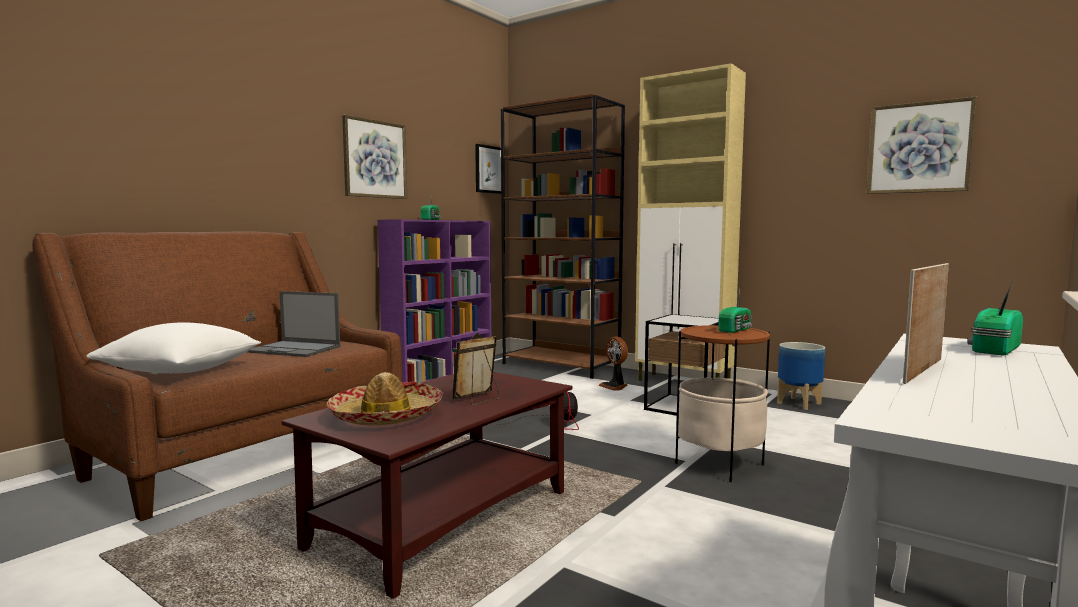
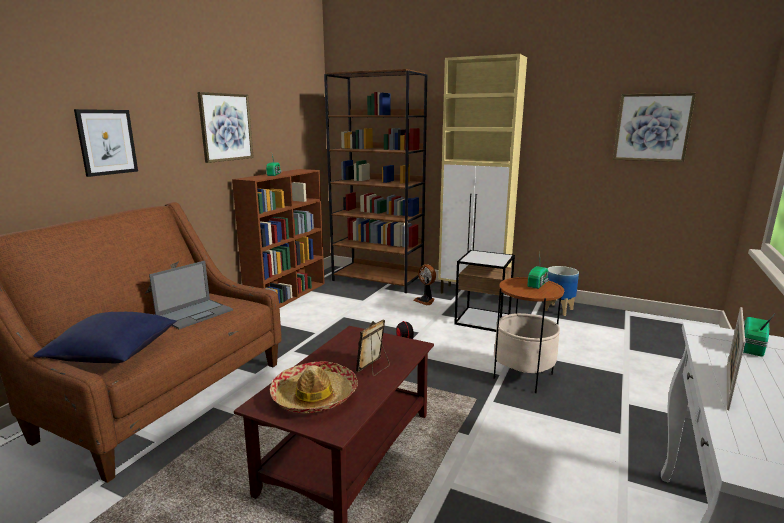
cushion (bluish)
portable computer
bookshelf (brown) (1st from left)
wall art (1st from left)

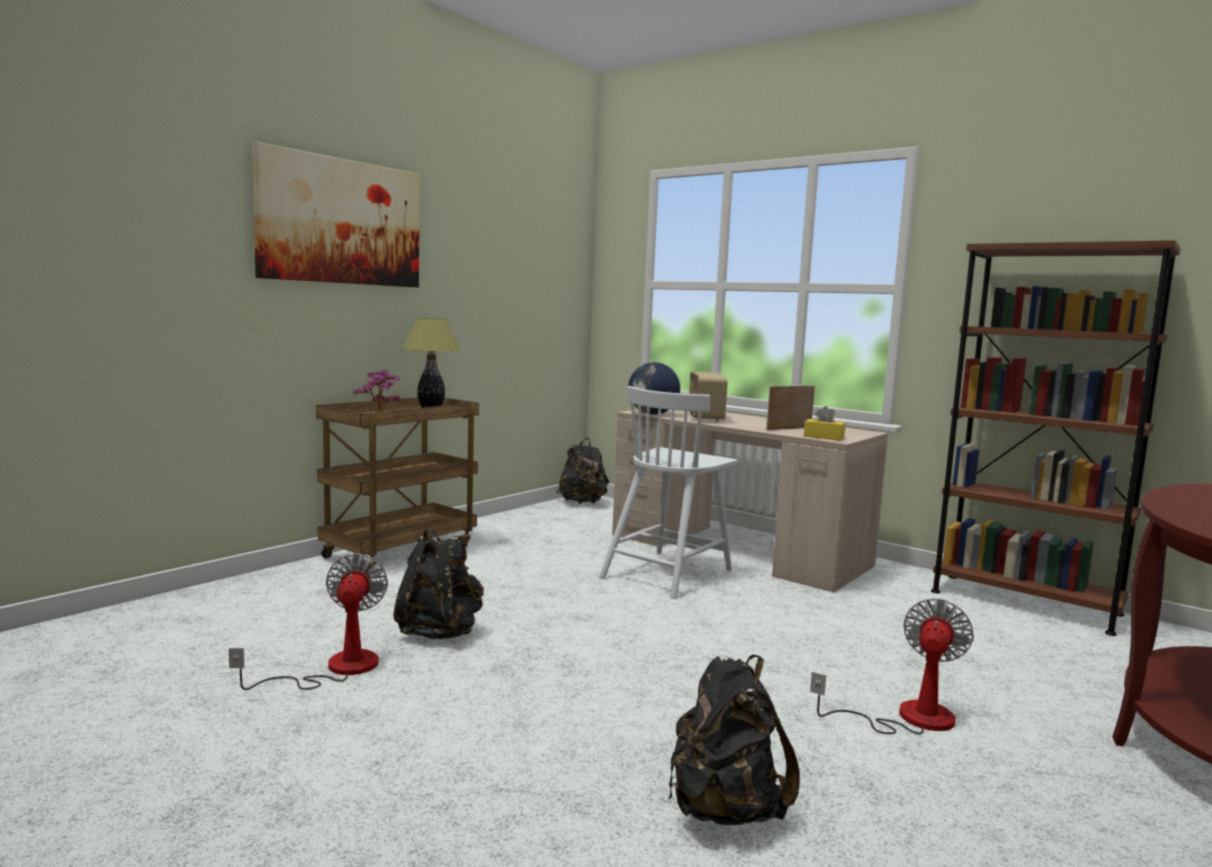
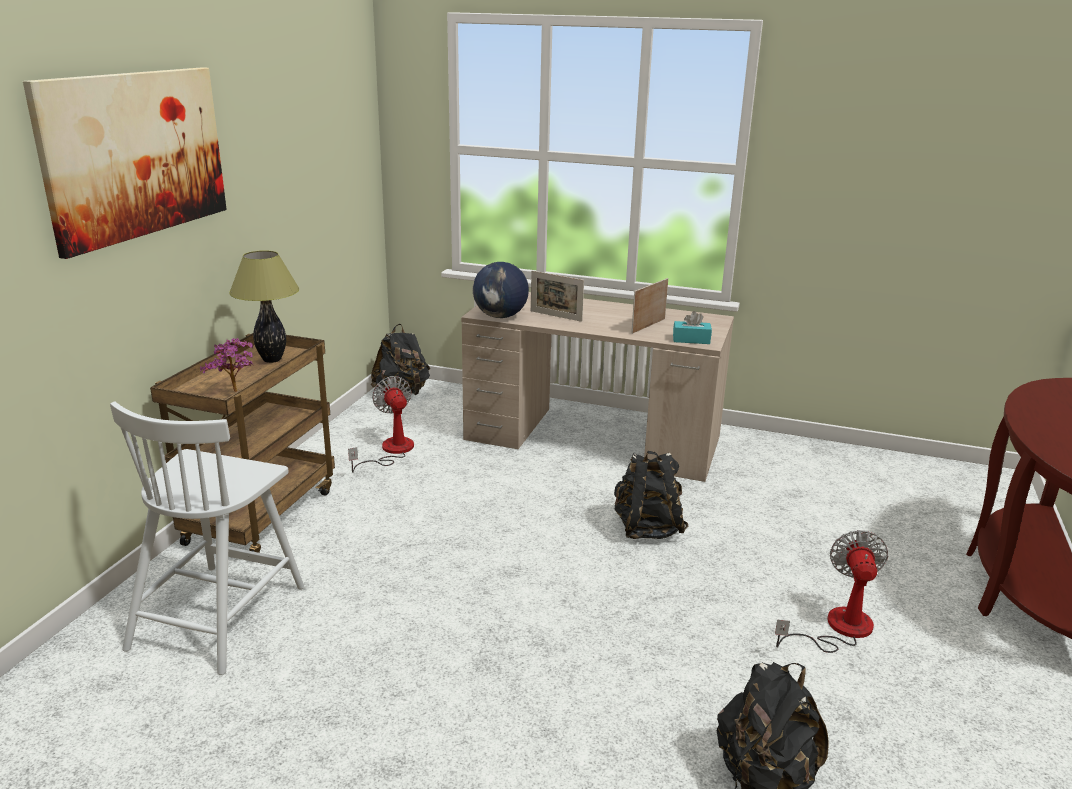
fan (1st from left)
rucksack (blackish) (2nd from left)
chair (white-coloured)
standing frame (1st from left)
box of tissues (turquoise-coloured)
bookshelf (brown)

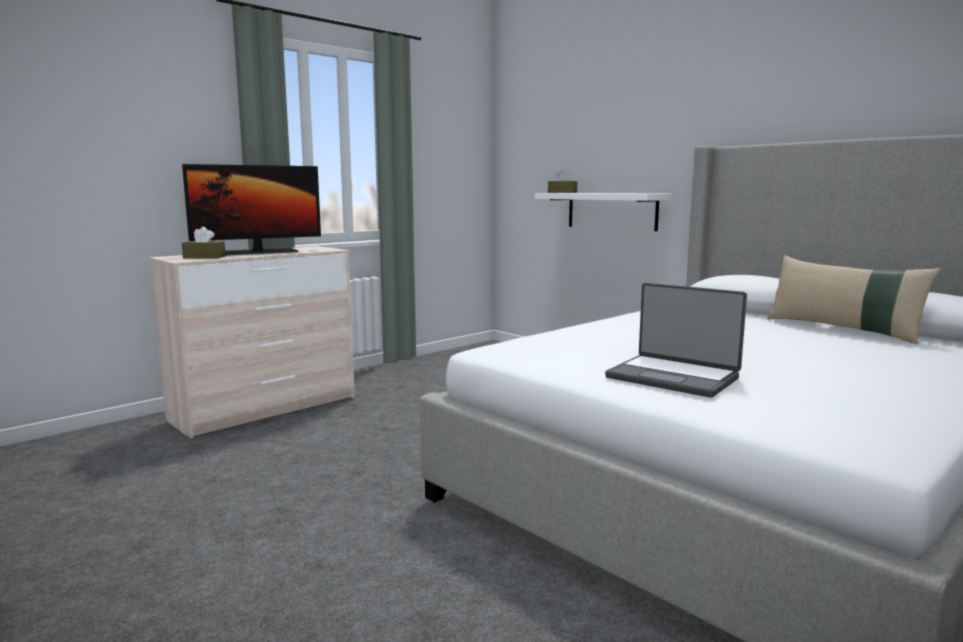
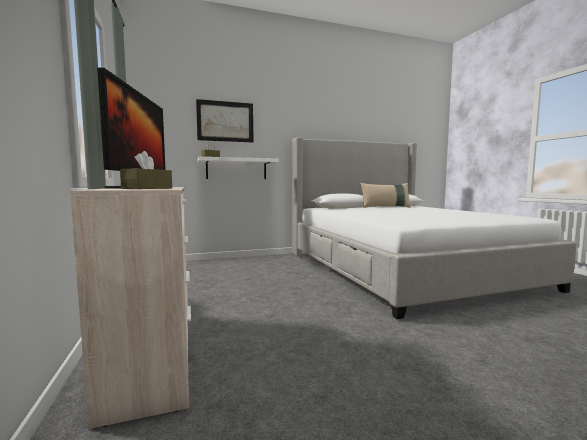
portable computer
wall art

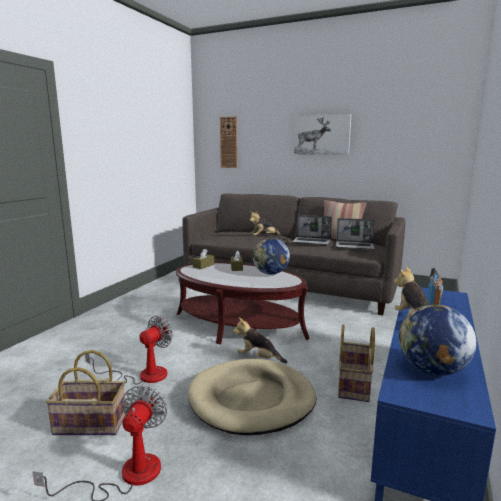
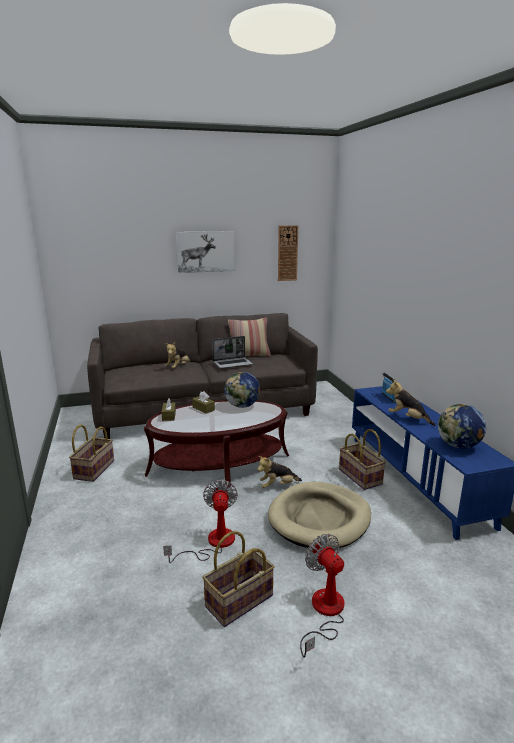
hanging clock
portable computer (2nd from left in the first image)
basket (1st from left)

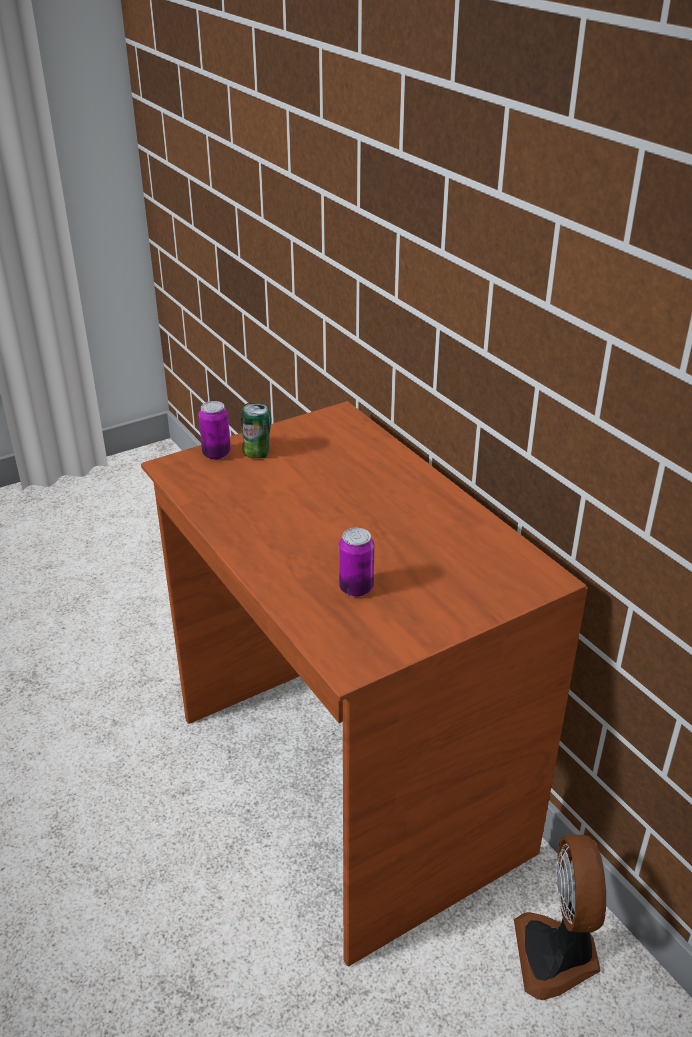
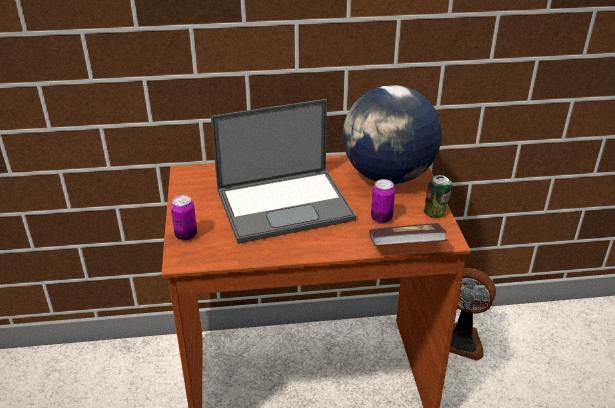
sealed can (3rd from left)
portable computer
world globe
volume

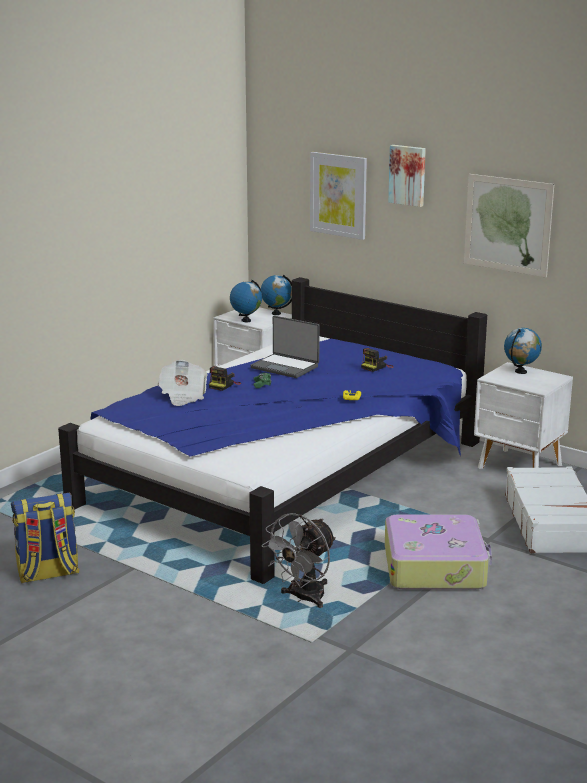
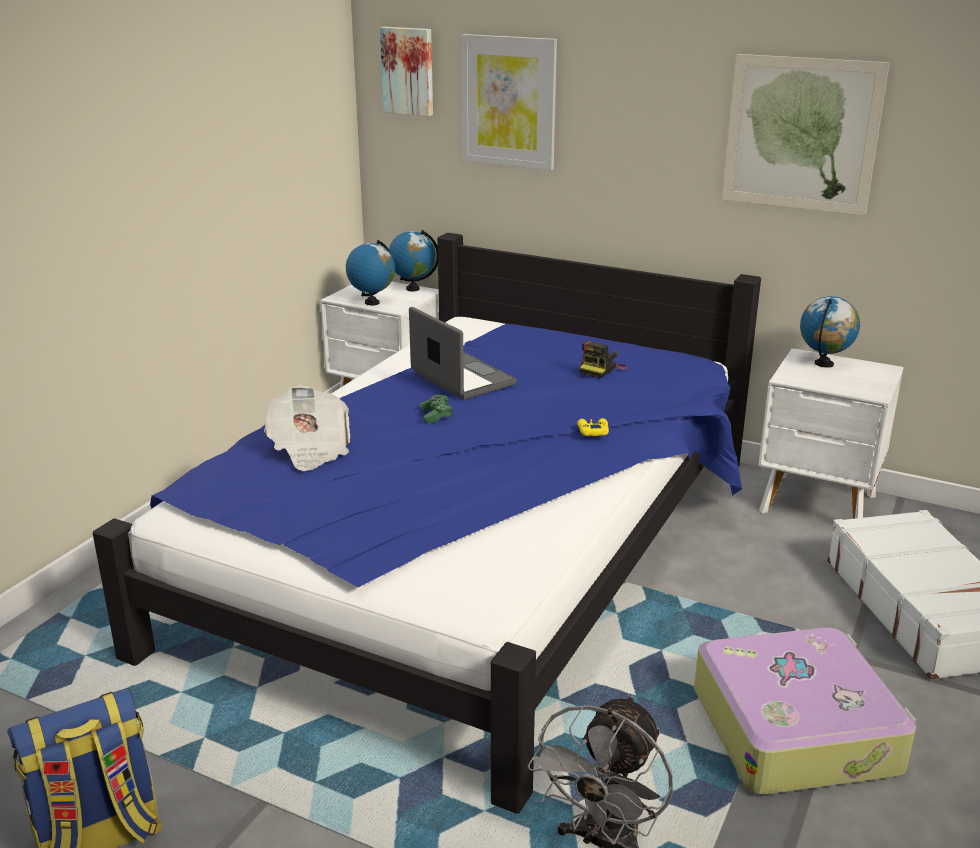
still camera (1st from left in the first image)
portable computer
wall art (1st from left)

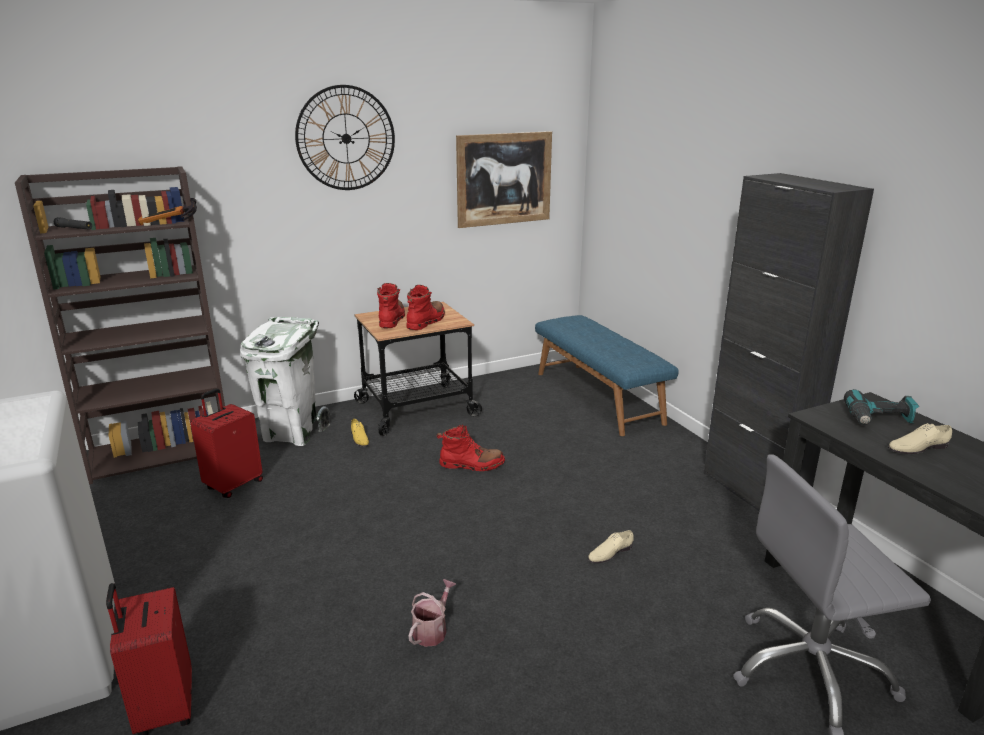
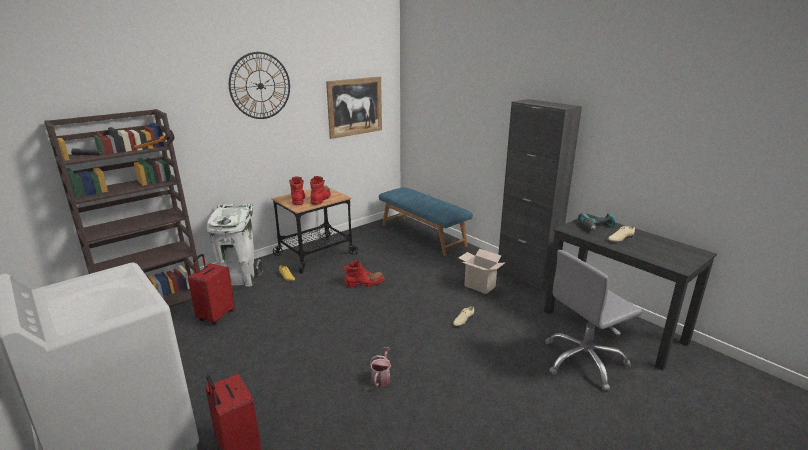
cardboard box

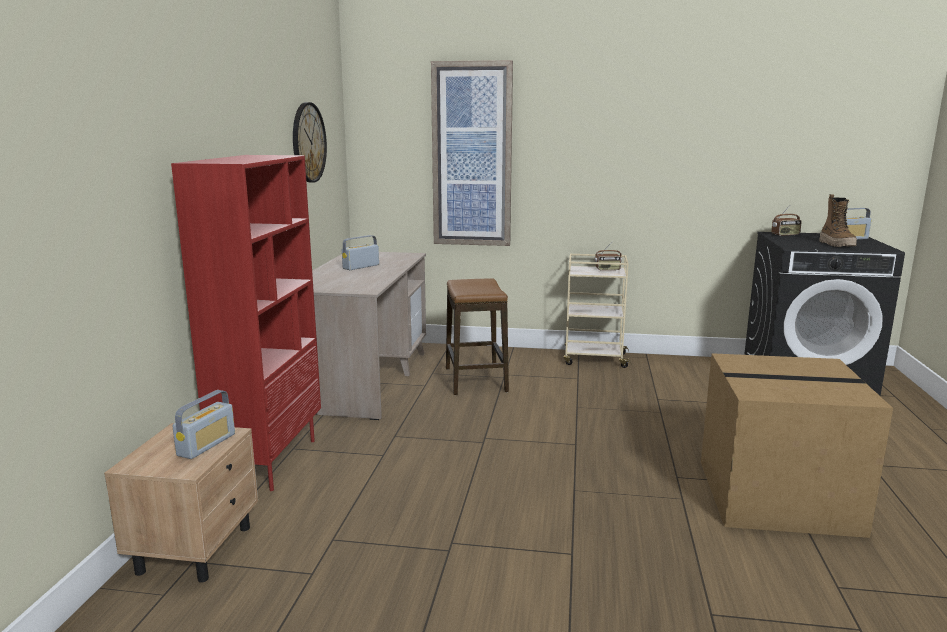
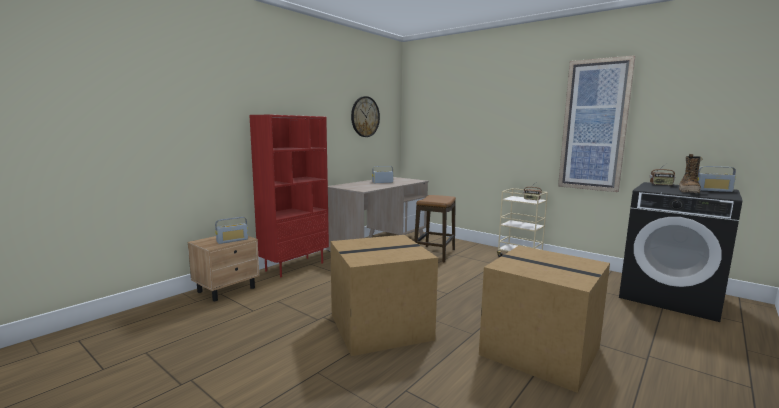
wall art
cardboard box (1st from left)

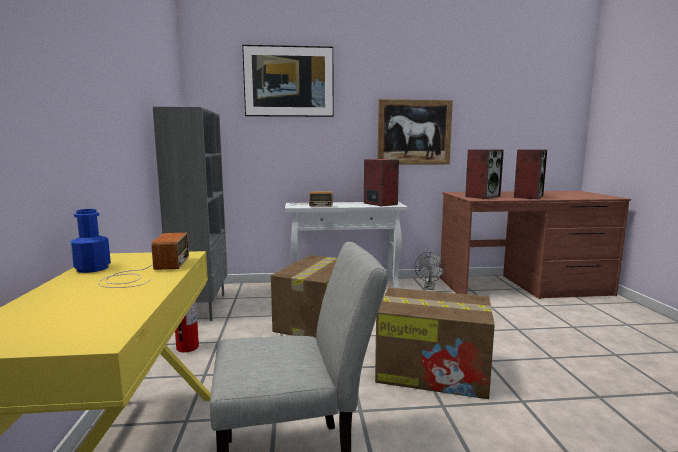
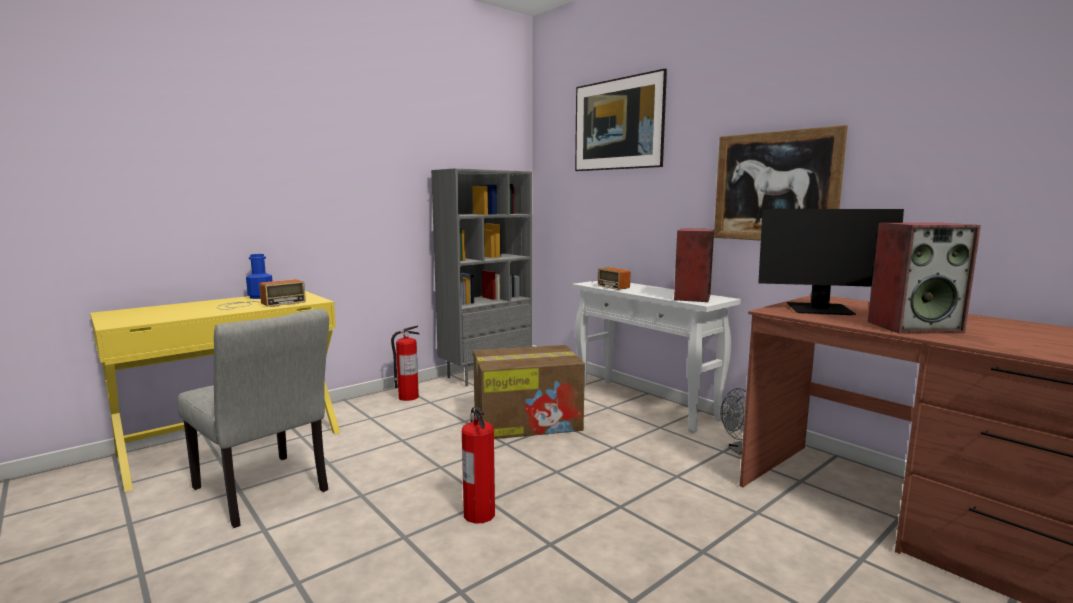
fire-fighting cylinder (2nd from left)
monitor

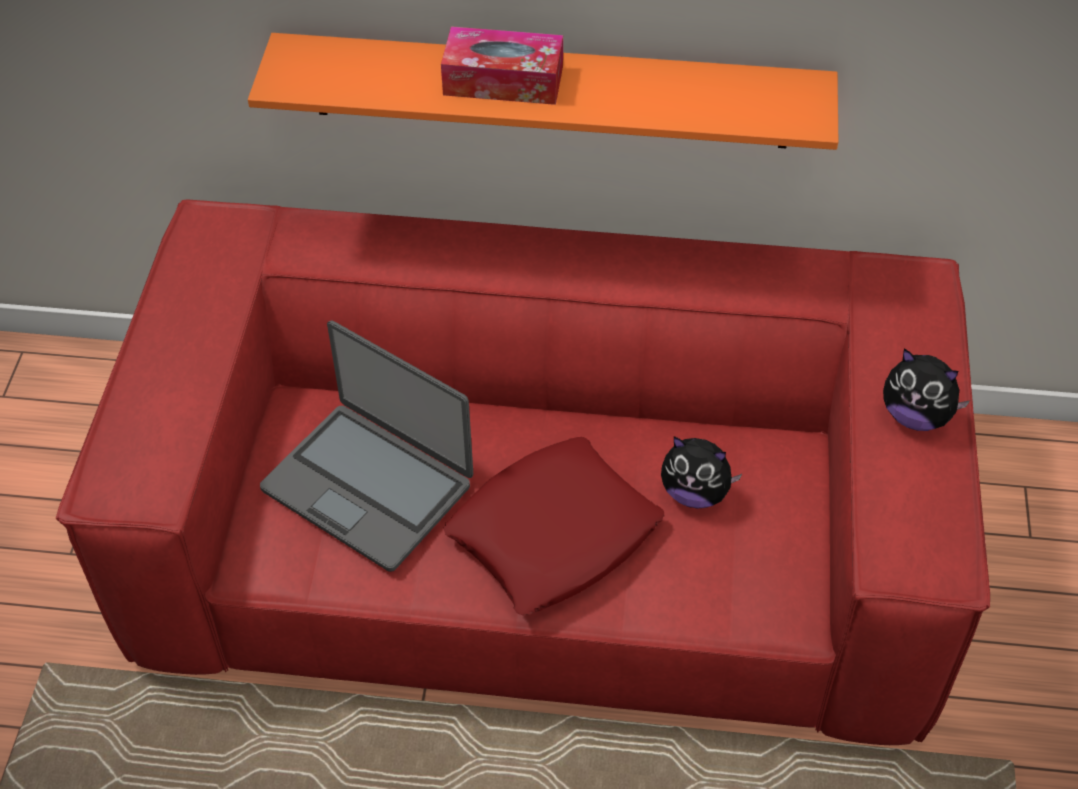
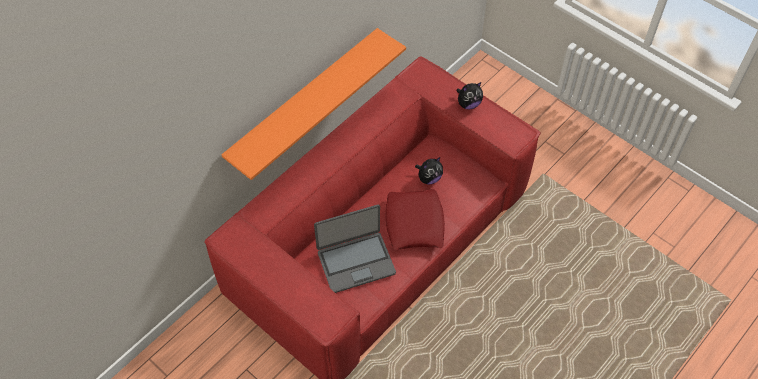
box of tissues

